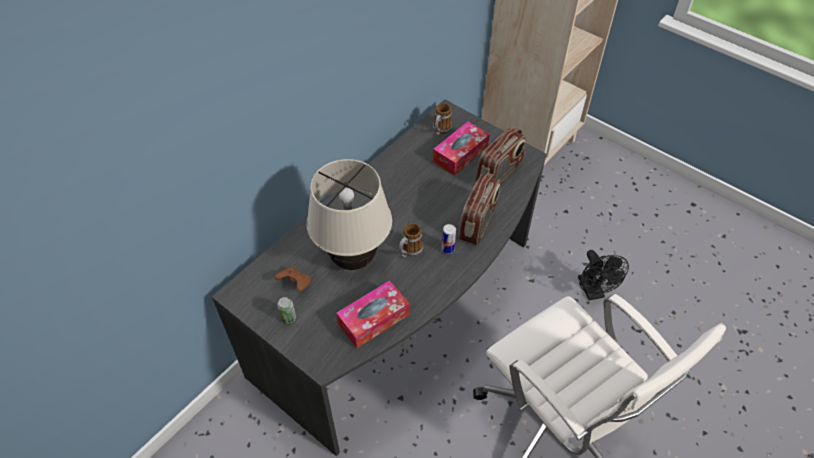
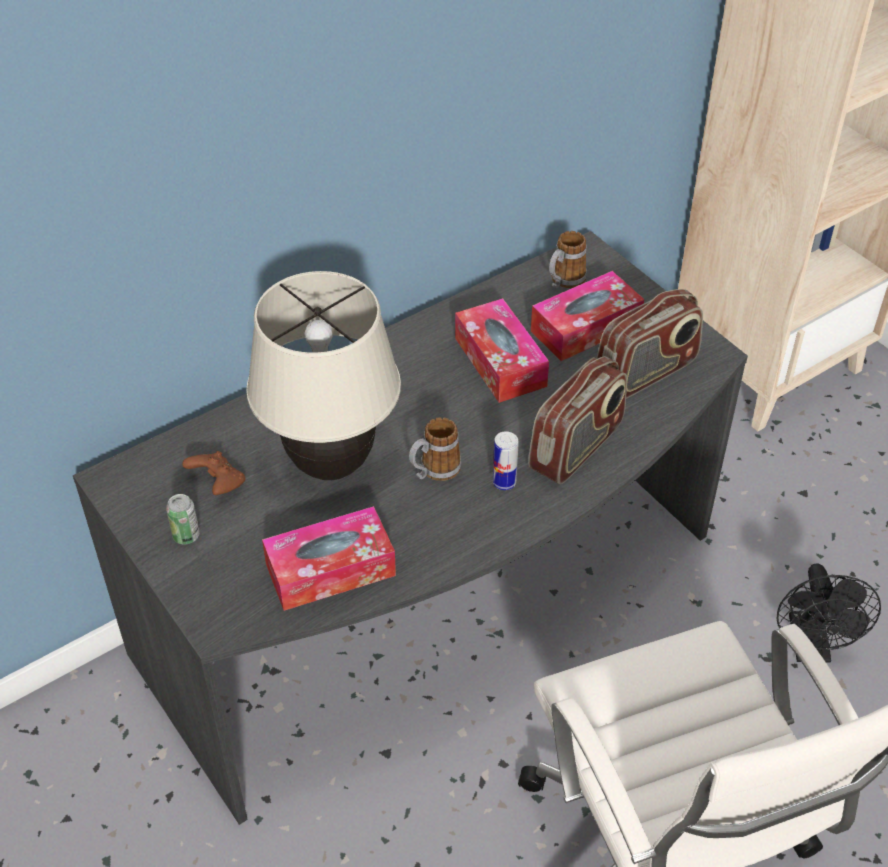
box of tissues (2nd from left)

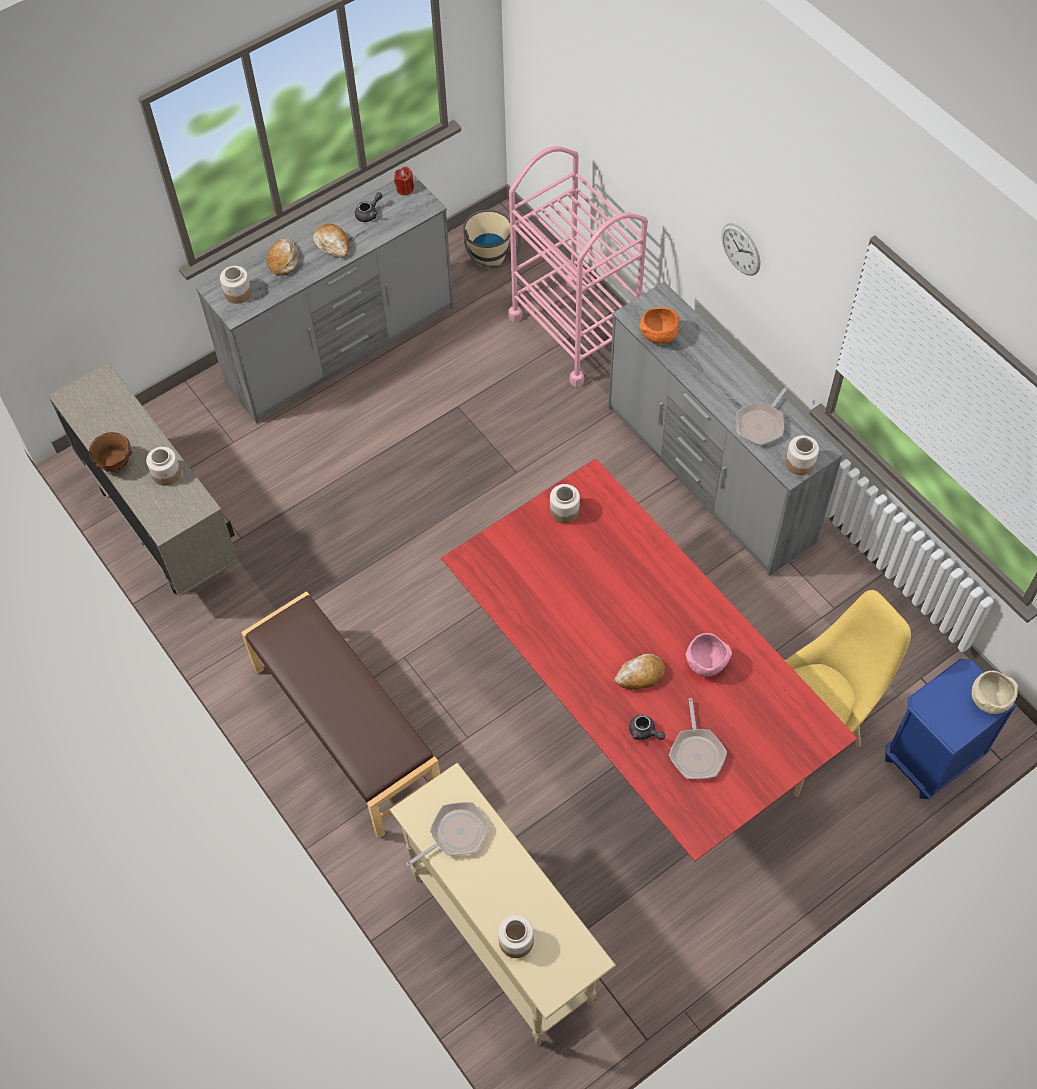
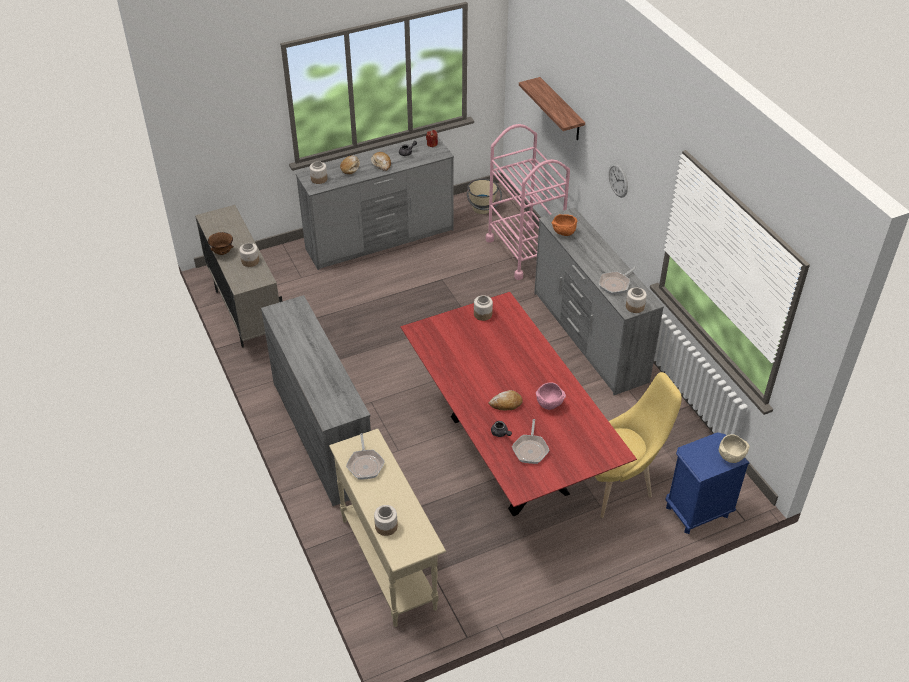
dresser (gray) (1st from left)
pan (1st from left)
wall shelf

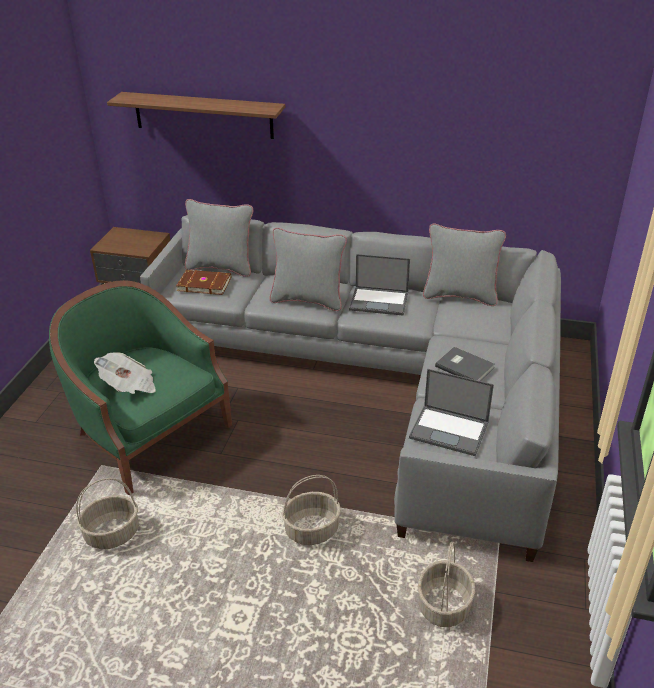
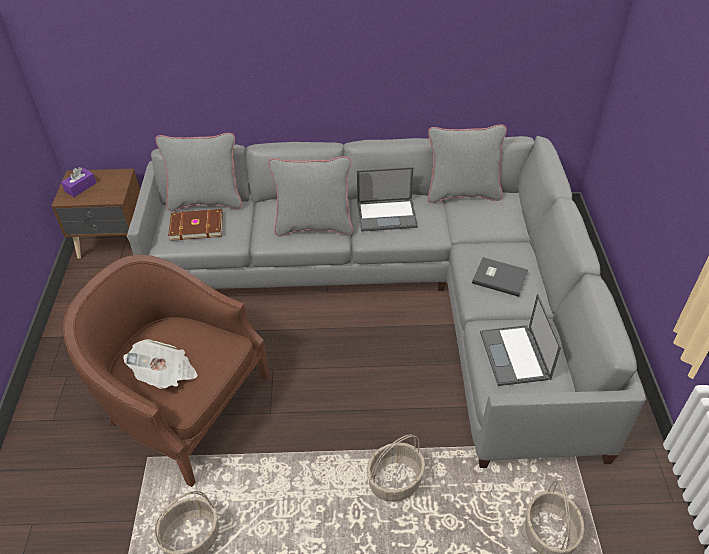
armchair (brown)
wall shelf
portable computer (2nd from left)
box of tissues (purplish)

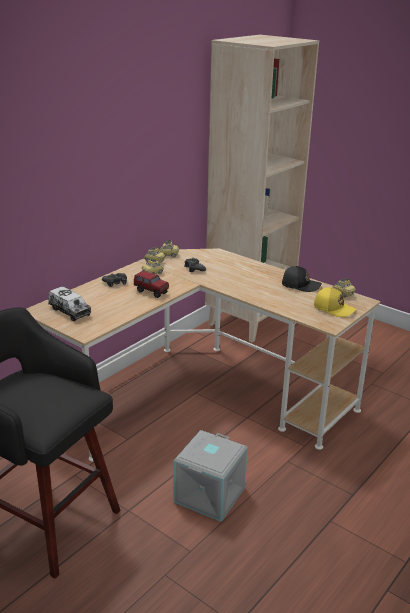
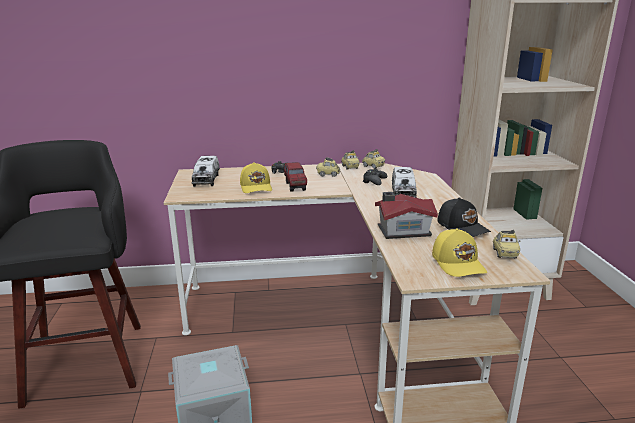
baseball cap (yellowish) (1st from left)
model house
toy lorry (3rd from left)

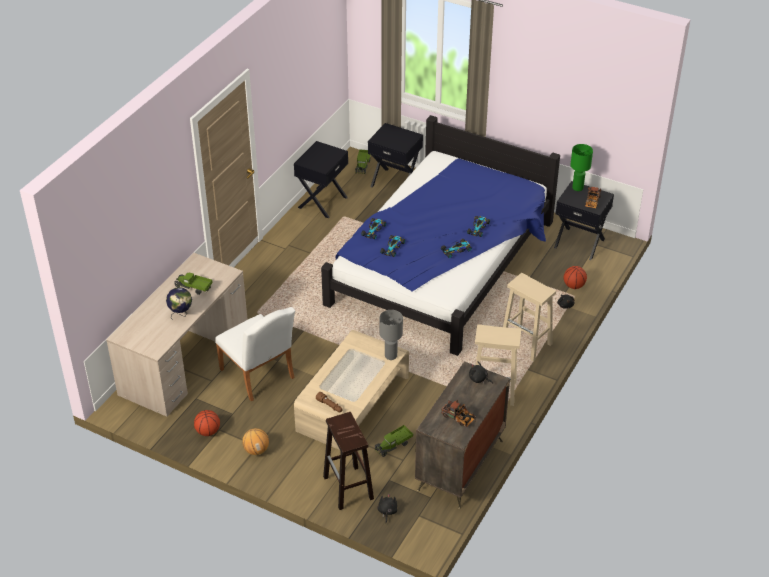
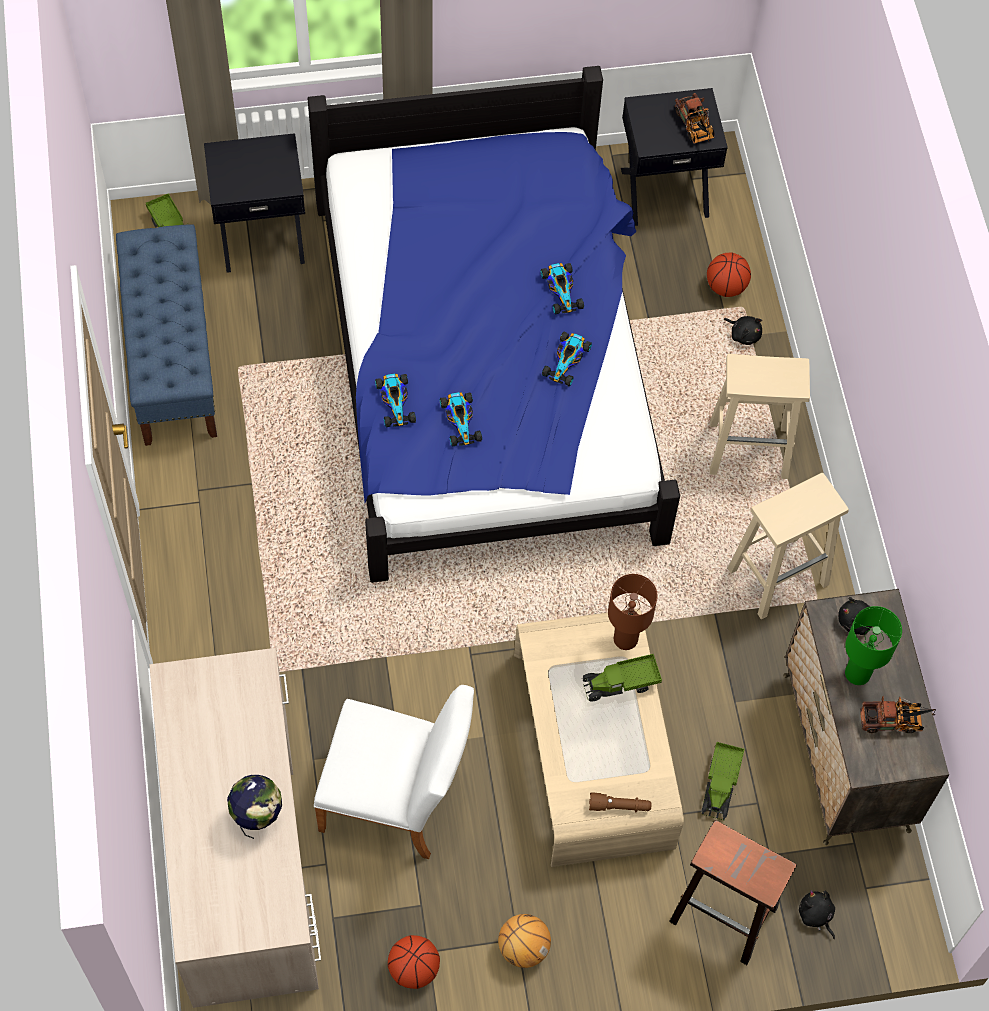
toy lorry (2nd from left)
indoor bench (bluish)
tabletop lamp (brown)
tabletop lamp (green-coloured)

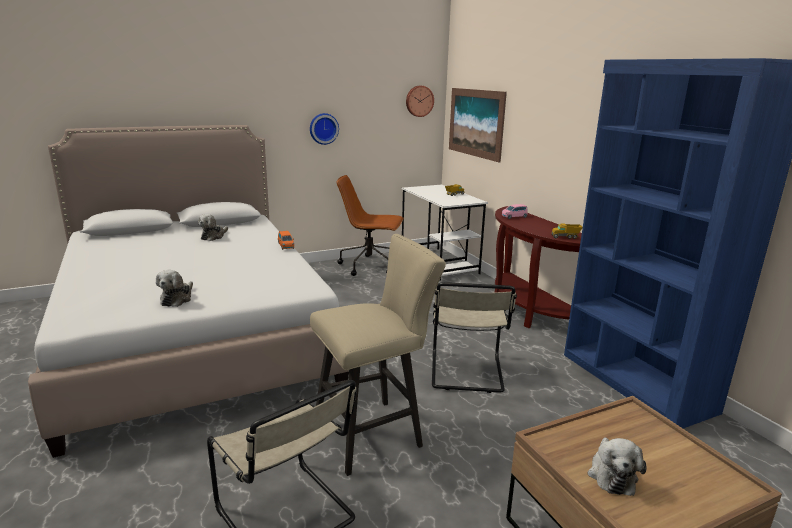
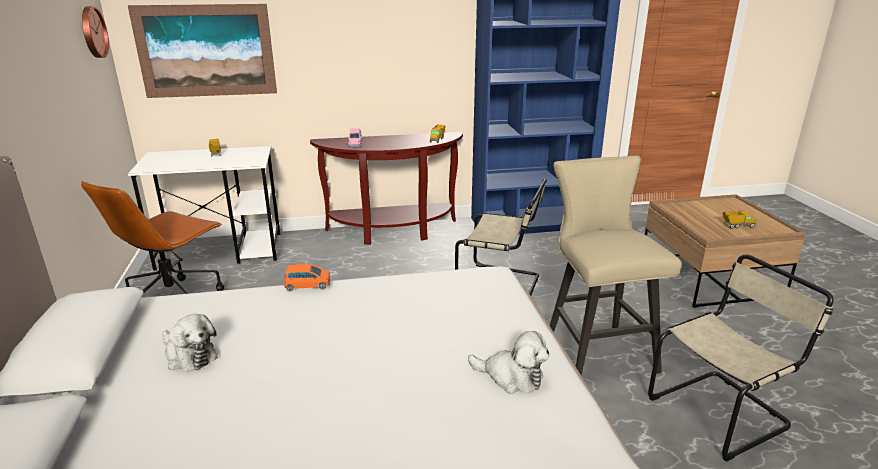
hanging clock (1st from left in the first image)
toy lorry (3rd from left)

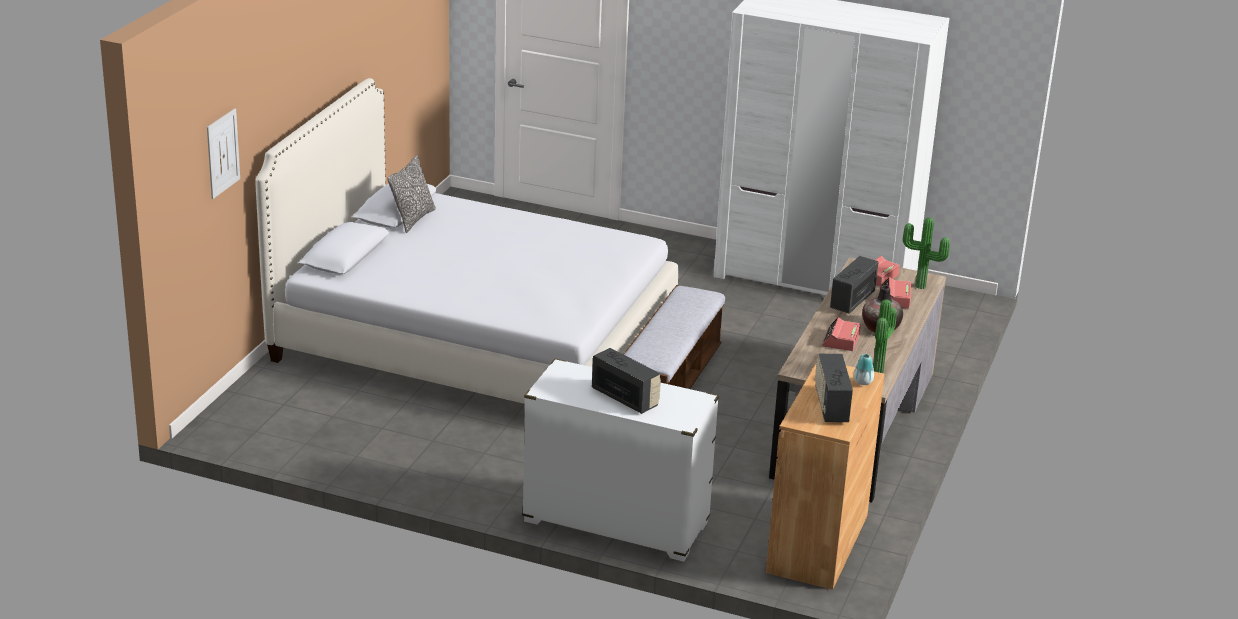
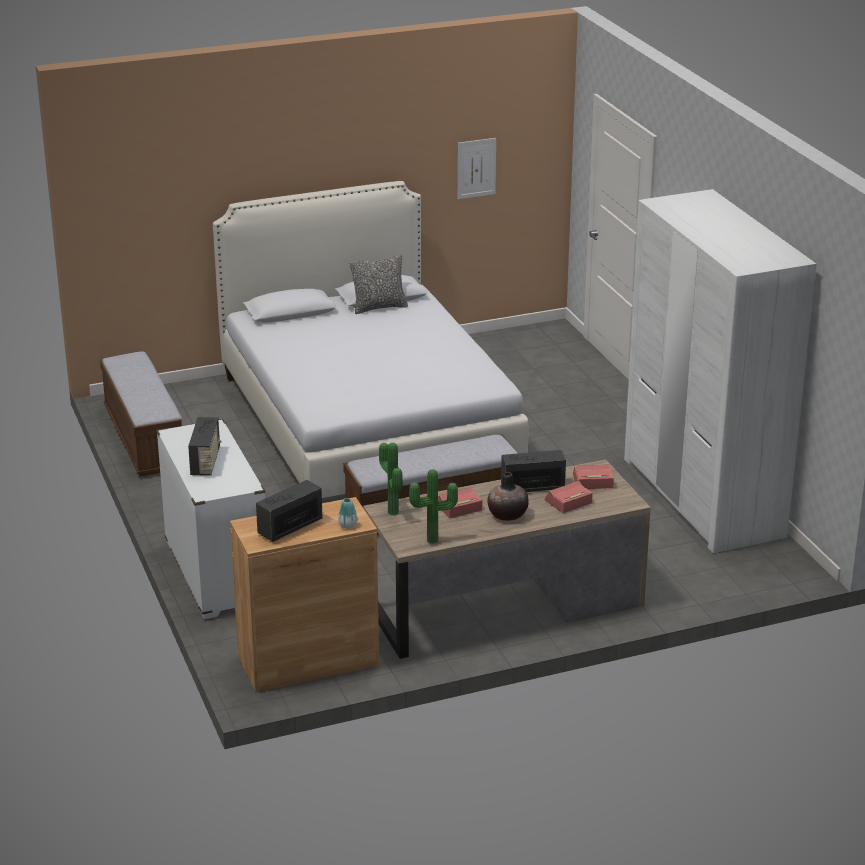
wall art
plant in a pot (1st from left)
indoor bench (1st from left)

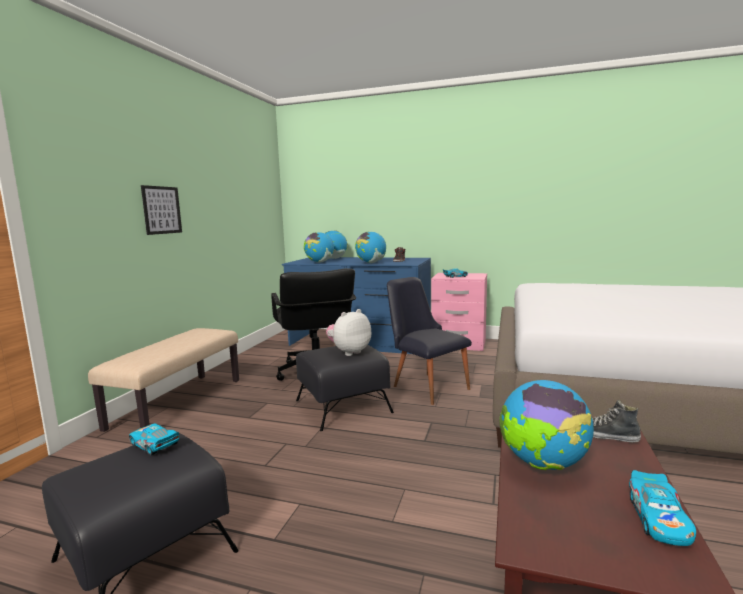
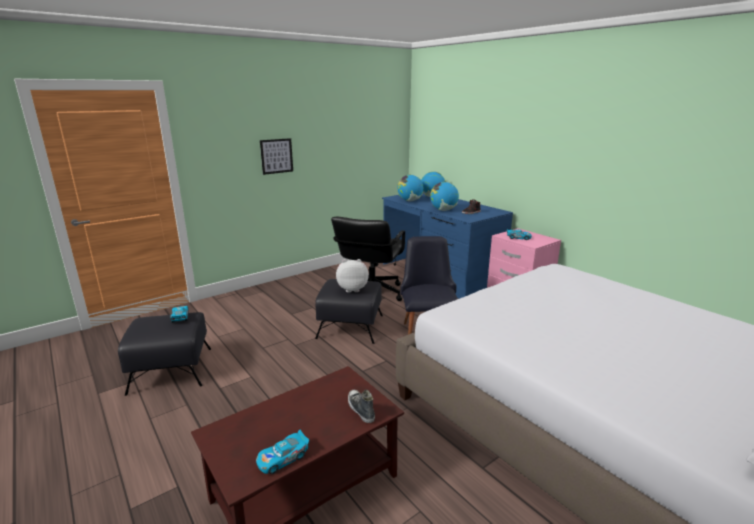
indoor bench (beige)
world globe (4th from left in the first image)

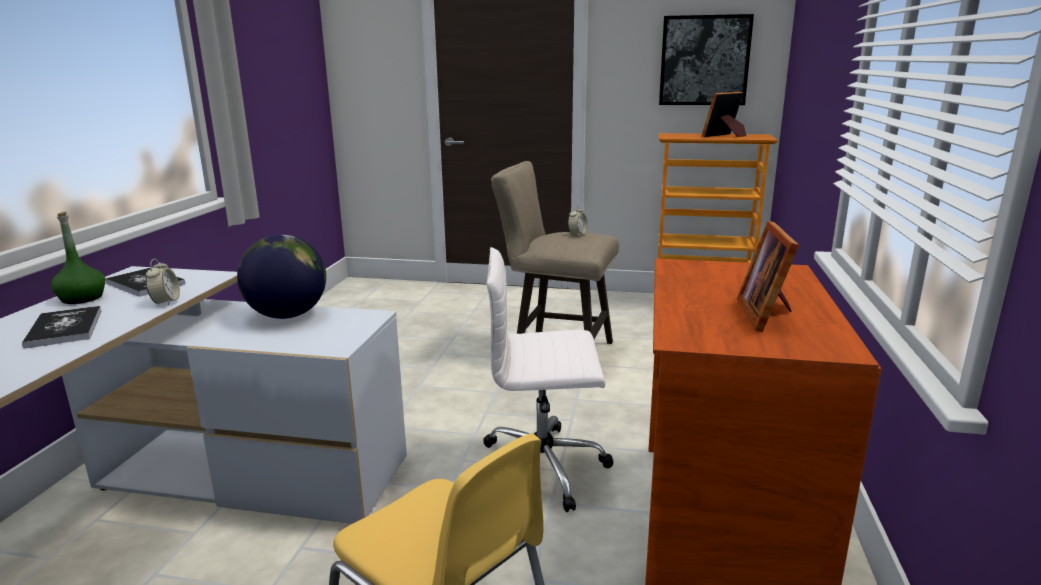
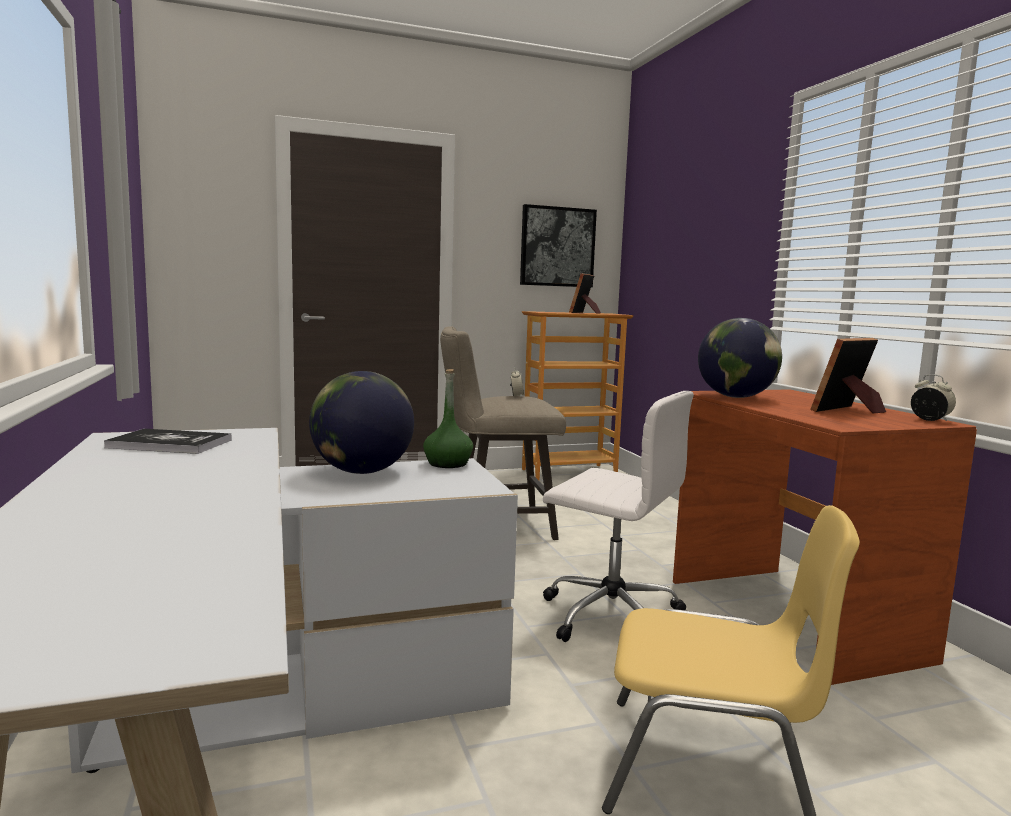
volume (1st from left in the first image)
bottle (green-coloured)
alarm clock (2nd from left)
computer chair (white-coloured)
standing frame (2nd from left)
world globe (2nd from left)

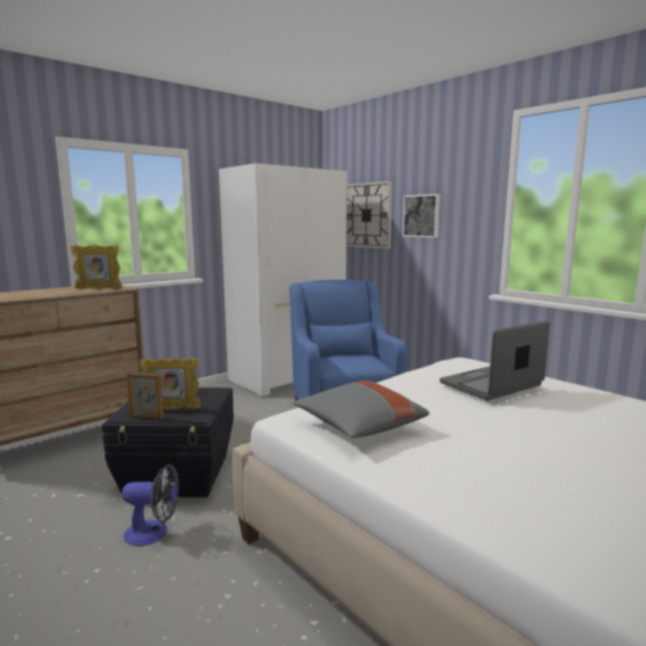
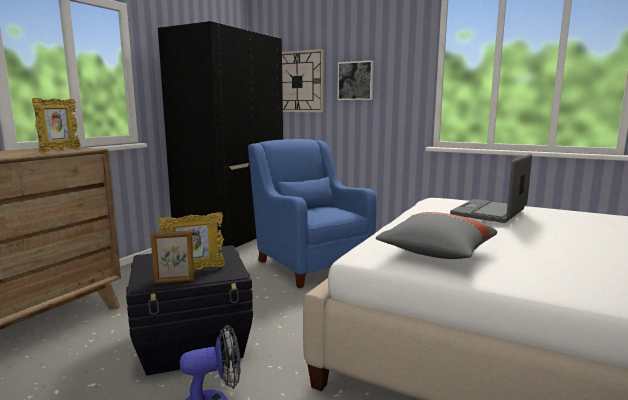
standing frame (1st from left)
armoire (blackish)

